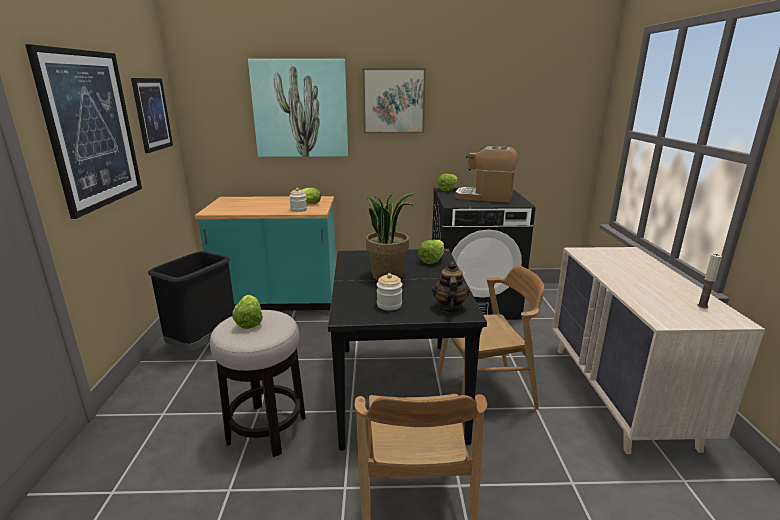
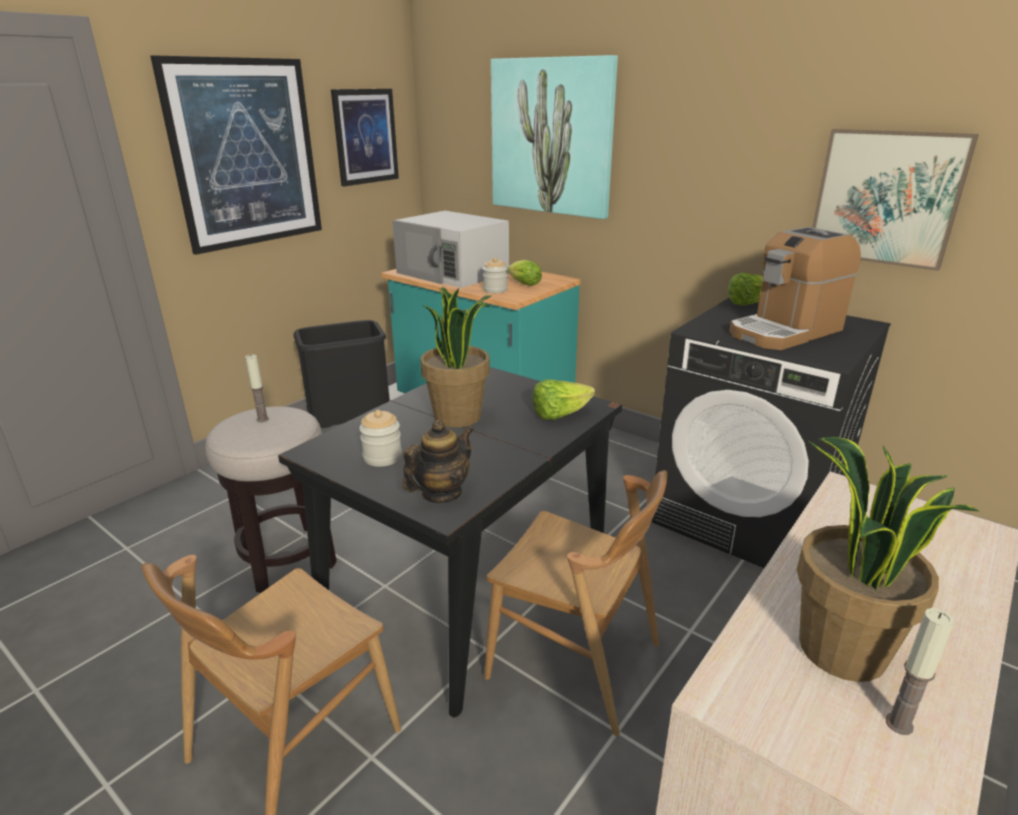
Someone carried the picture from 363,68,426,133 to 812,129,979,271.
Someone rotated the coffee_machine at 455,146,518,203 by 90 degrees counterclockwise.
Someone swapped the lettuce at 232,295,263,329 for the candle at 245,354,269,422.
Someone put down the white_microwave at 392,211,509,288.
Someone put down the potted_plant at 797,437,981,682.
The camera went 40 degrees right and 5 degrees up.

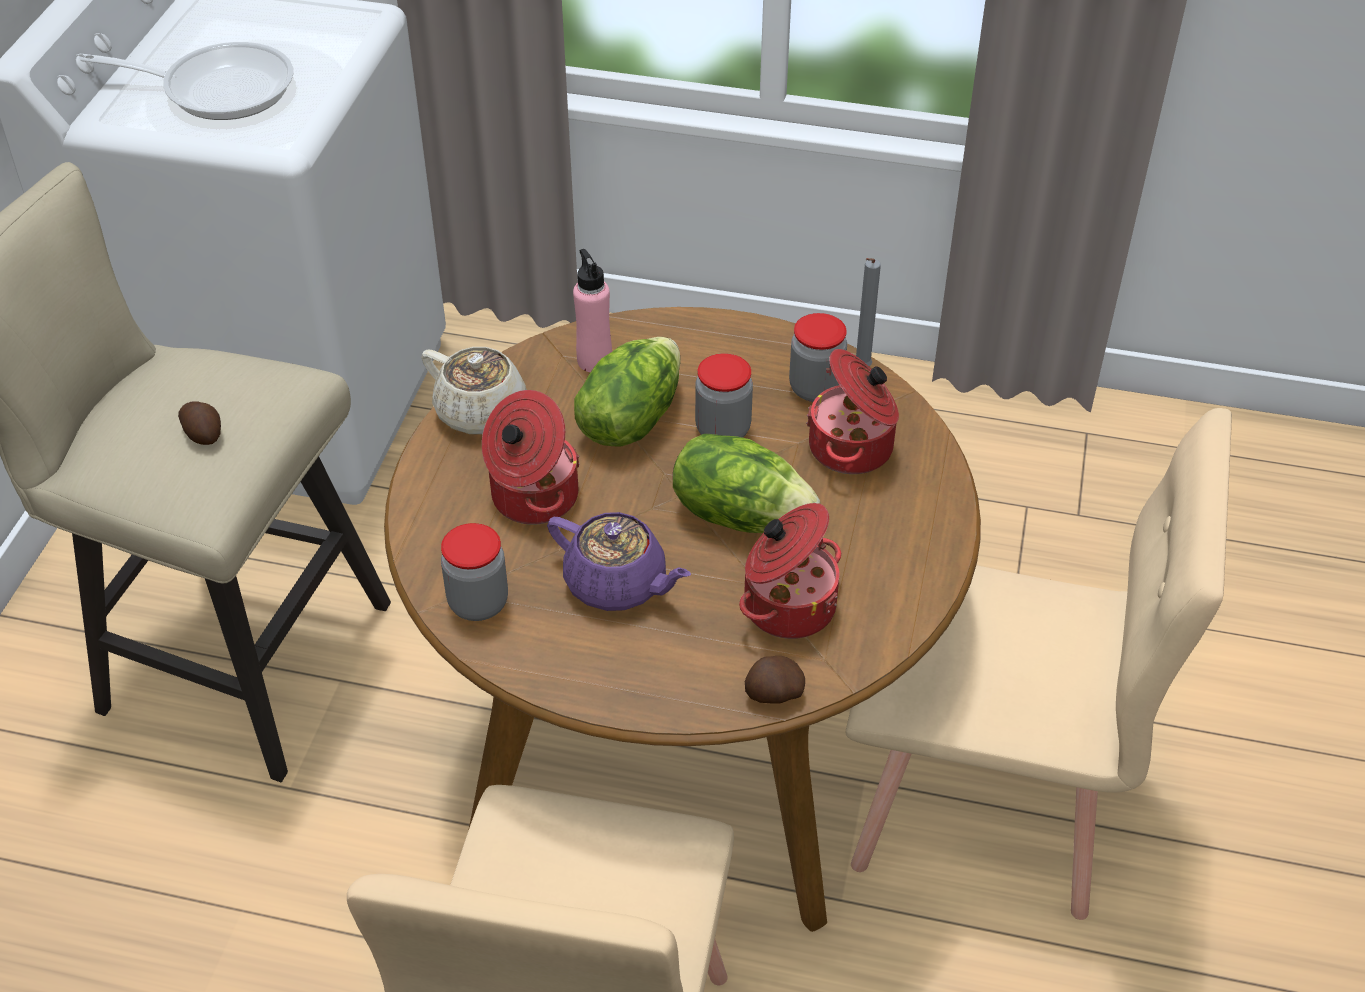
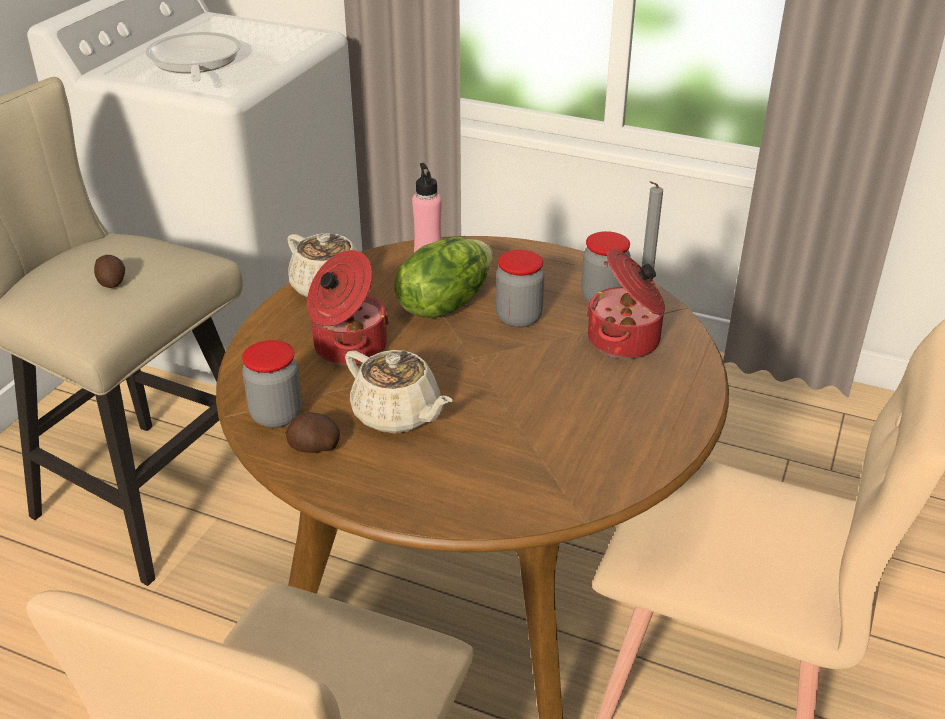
Someone rotated the frying_pan at 77,42,294,120 by 120 degrees counterclockwise.
Someone took away the lettuce at 673,434,820,533.
Someone took away the cooking_pot at 739,503,841,639.
Someone repainted the purple_teapot at 547,512,691,611, which became the beige_teapot at 345,350,453,433.
Someone carried the potato from 745,656,805,704 to 286,412,340,453.
The camera went 10 degrees right and 10 degrees down.

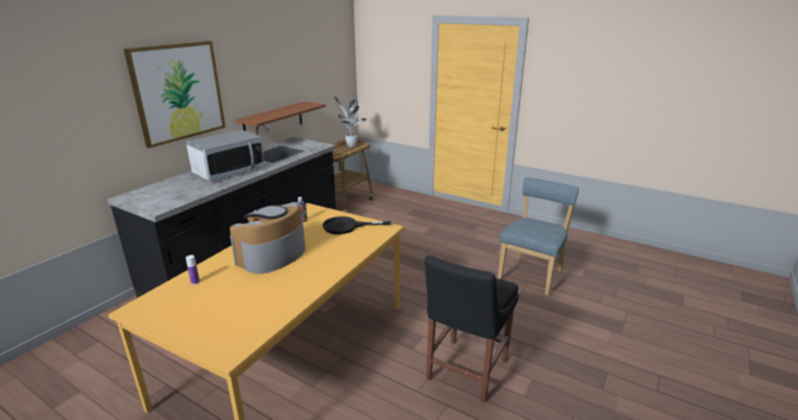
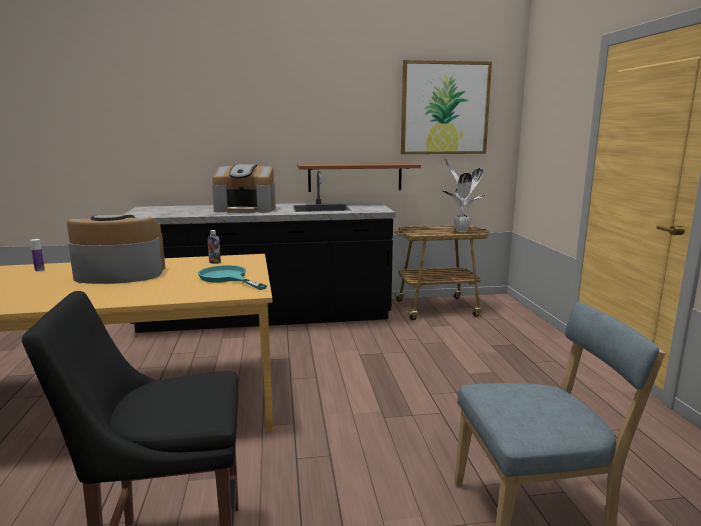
Someone carried the picture from 124,41,226,148 to 401,60,492,154.
Someone swapped the microwave at 186,130,265,182 for the coffee_machine at 212,164,276,213.
Someone repainted the black_frying_pan at 322,216,391,235, which became the turquoise_frying_pan at 198,265,267,290.
The camera went 50 degrees right and 10 degrees down.

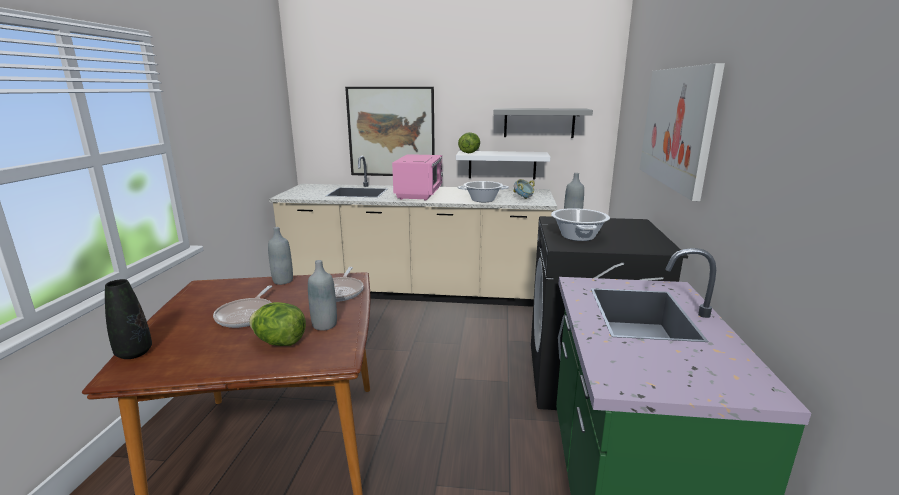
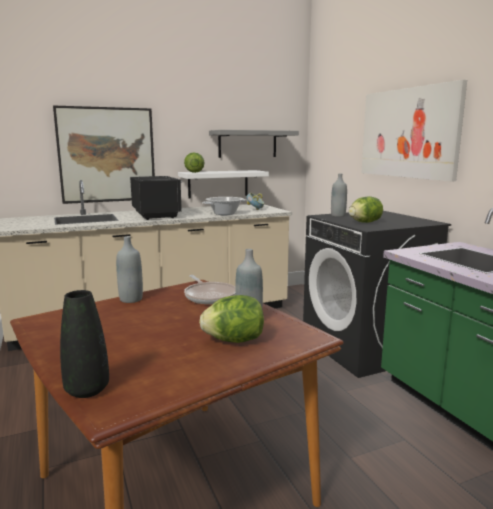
Someone repainted the pink_microwave at 392,154,443,200, which became the black_microwave at 130,176,182,220.
Someone swapped the cooking_pot at 551,208,610,241 for the lettuce at 349,196,383,223.
Someone took away the frying_pan at 213,285,272,328.
The camera went 30 degrees left and 5 degrees down.

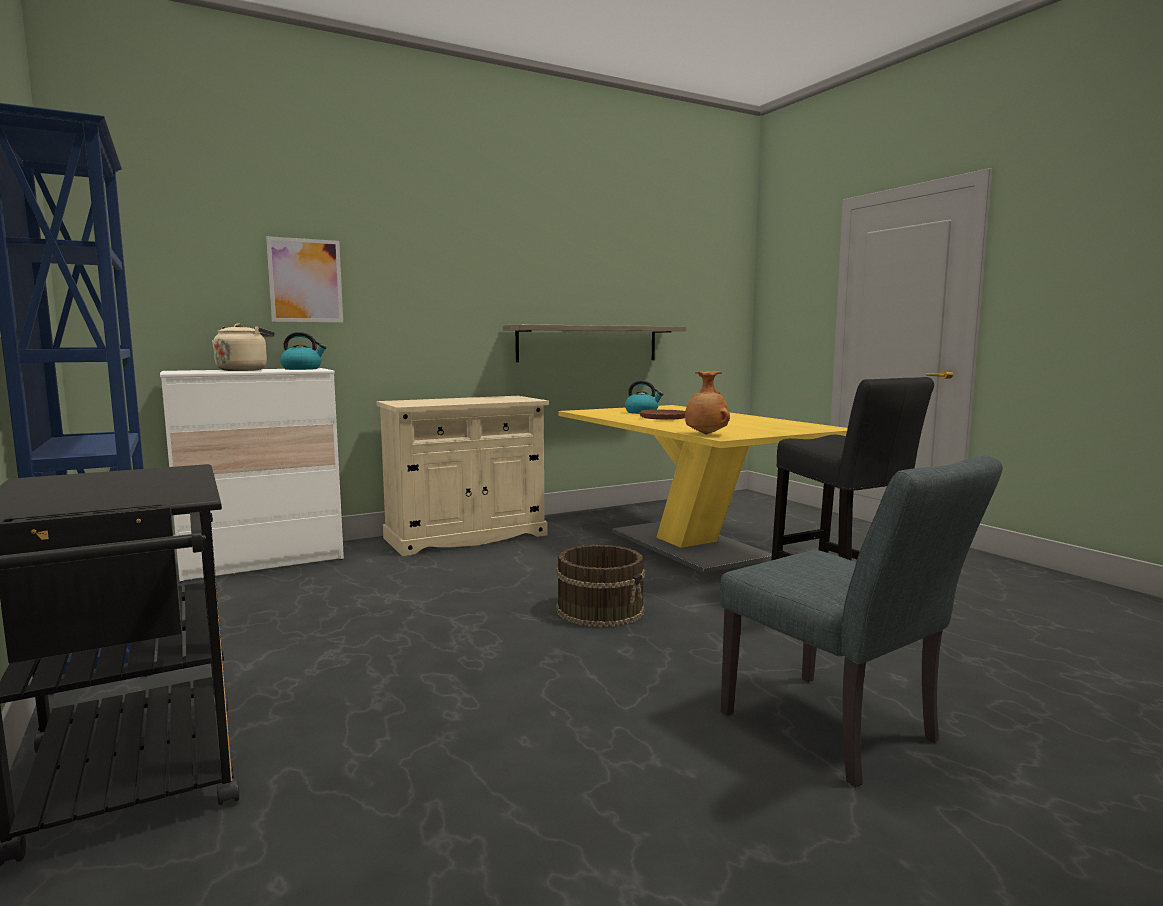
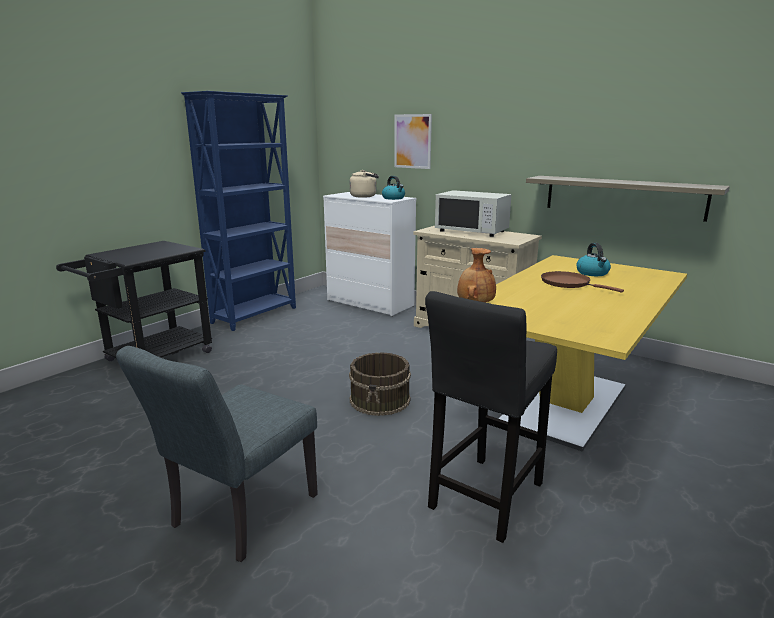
Someone put down the white_microwave at 435,190,512,237.
The camera went 65 degrees right and 10 degrees up.

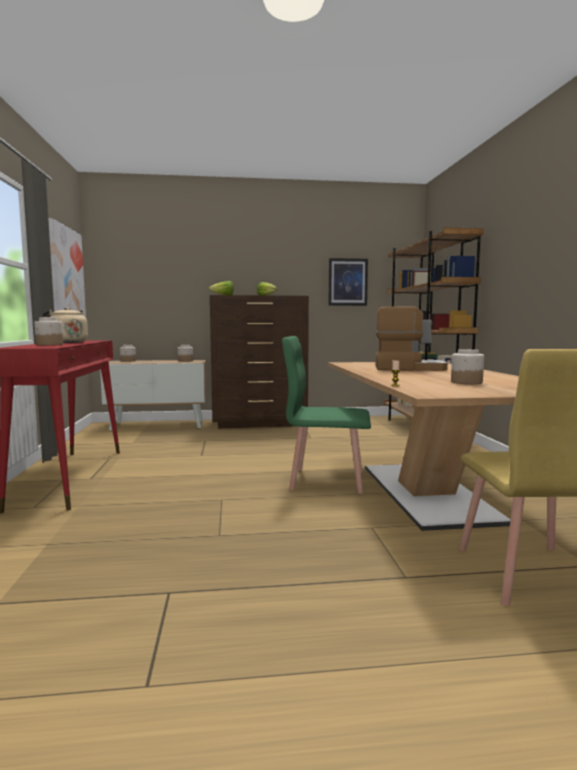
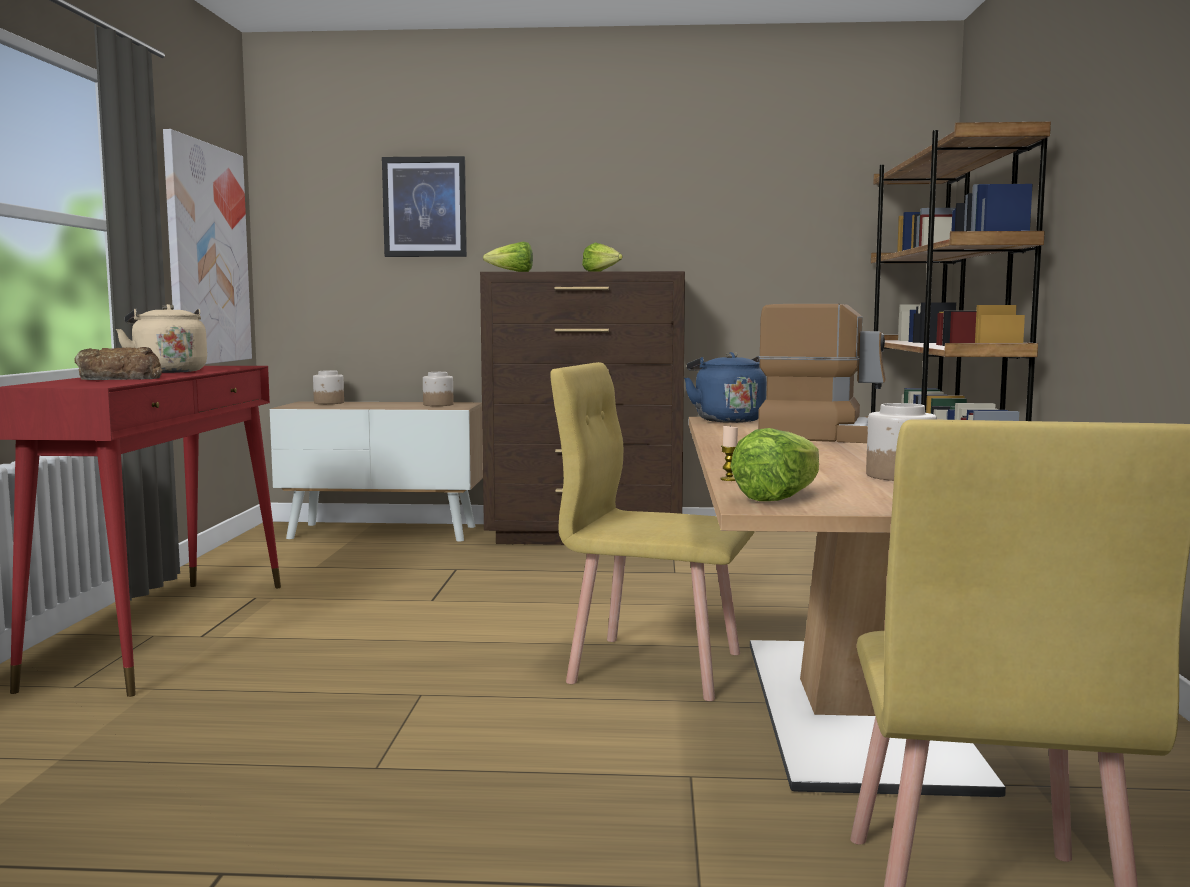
Someone carried the picture from 328,258,368,306 to 382,156,467,257.
Someone swapped the jar at 34,318,63,345 for the bread at 74,347,162,380.
Someone repainted the green_chair at 282,336,371,494, which became the yellow_chair at 550,362,755,701.
Someone put down the blue_kettle at 684,352,766,423.
Someone put down the lettuce at 730,428,819,501.
The camera went 10 degrees right and 0 degrees up.

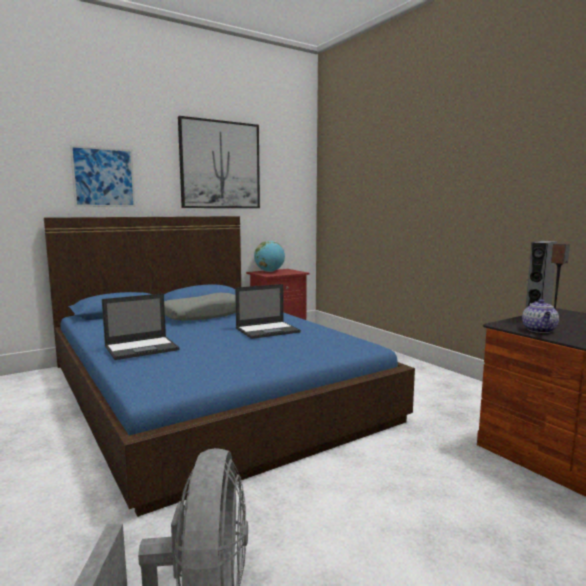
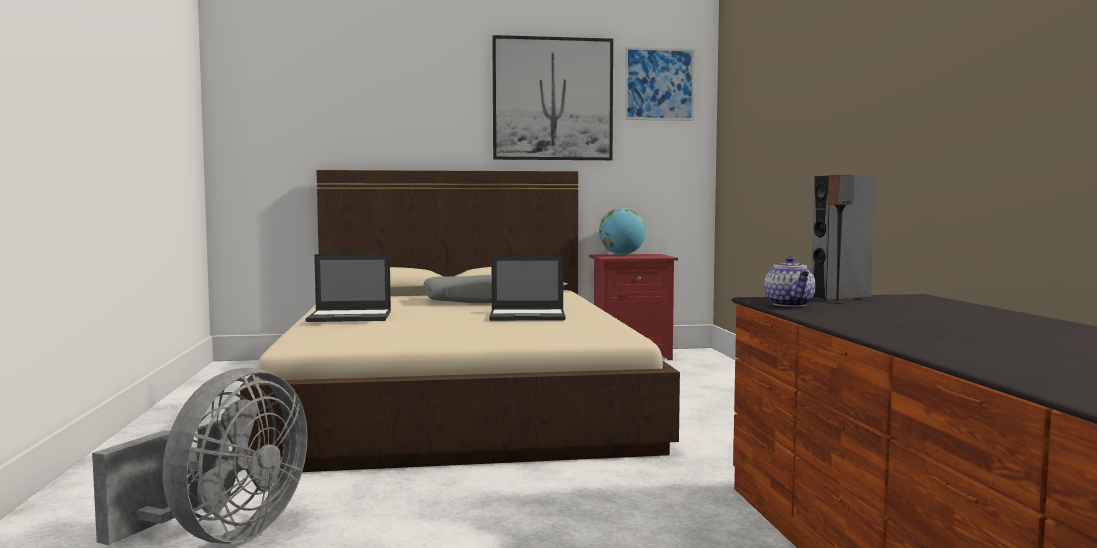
Someone carried the picture from 70,145,135,207 to 625,47,695,121.
Someone repainted the blue_bed at 44,216,415,517, which became the beige_bed at 240,170,680,472.
Someone rotated the teapot at 522,299,559,333 by 45 degrees counterclockwise.
The camera went 25 degrees right and 5 degrees down.

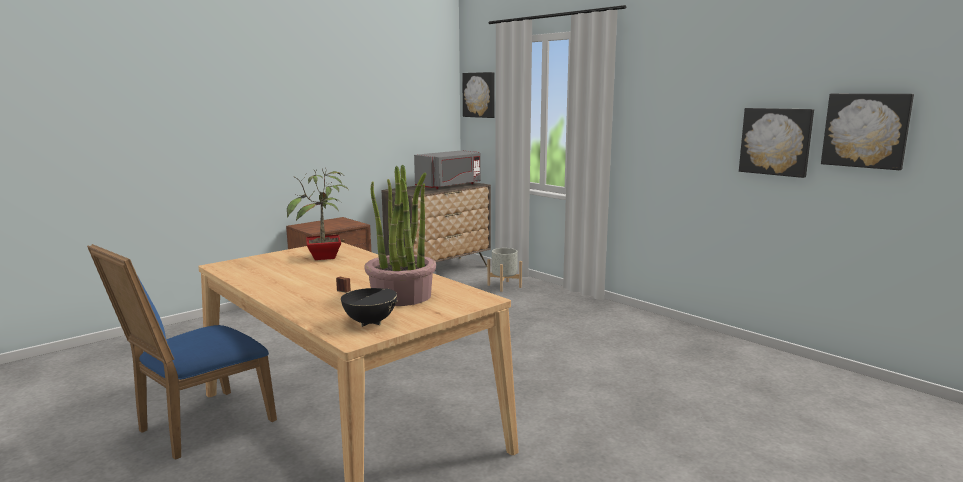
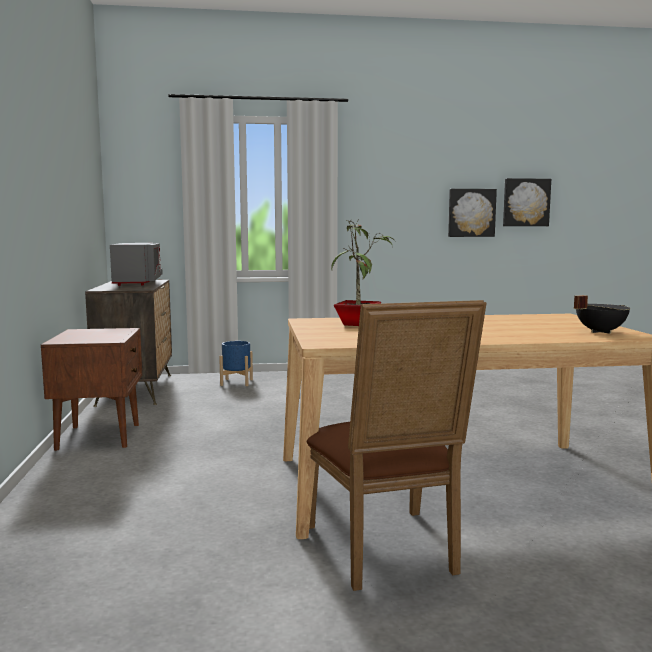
Someone took away the picture at 462,72,495,118.
Someone took away the potted_plant at 364,165,436,306.
Someone repainted the blue_chair at 87,244,277,460, which became the brown_chair at 307,300,487,591.
Someone repainted the grey_planter at 487,248,522,292, which became the blue_planter at 219,341,253,386.
The camera went 55 degrees left and 5 degrees down.

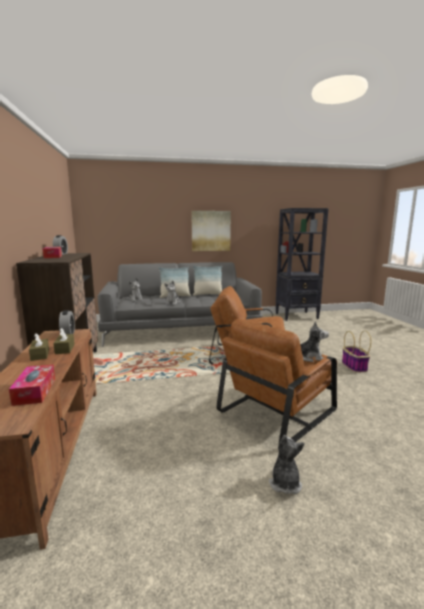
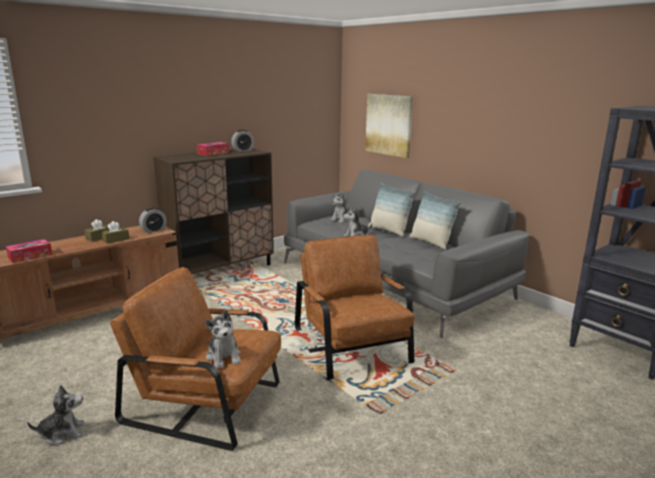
Someone carried the picture from 191,211,231,251 to 365,94,413,158.
Someone took away the basket at 342,330,371,373.
The camera went 60 degrees right and 5 degrees up.

